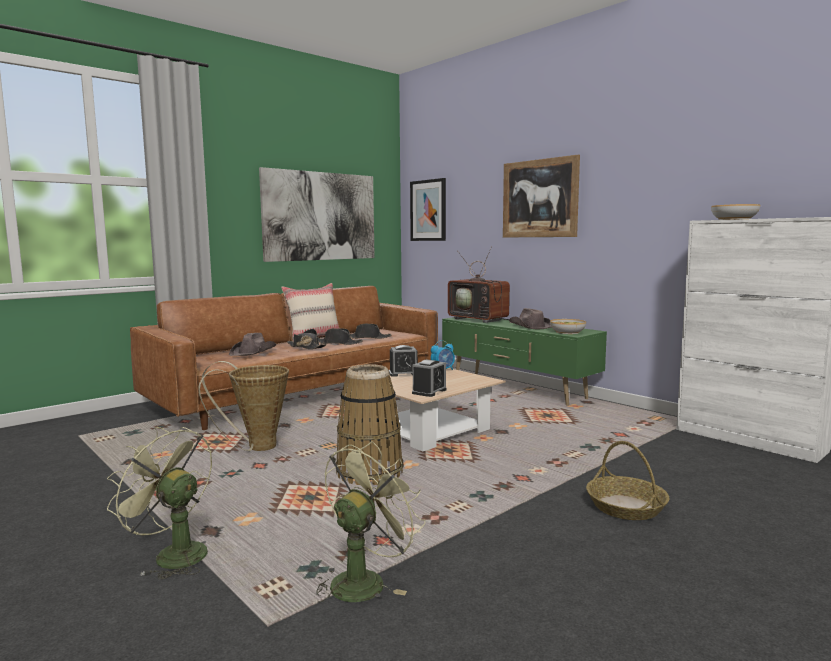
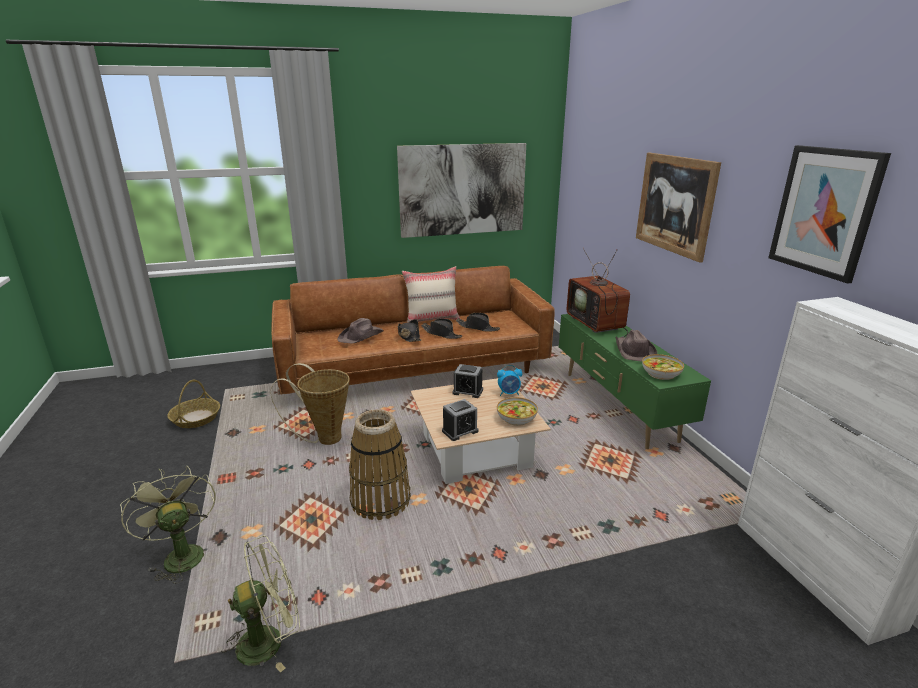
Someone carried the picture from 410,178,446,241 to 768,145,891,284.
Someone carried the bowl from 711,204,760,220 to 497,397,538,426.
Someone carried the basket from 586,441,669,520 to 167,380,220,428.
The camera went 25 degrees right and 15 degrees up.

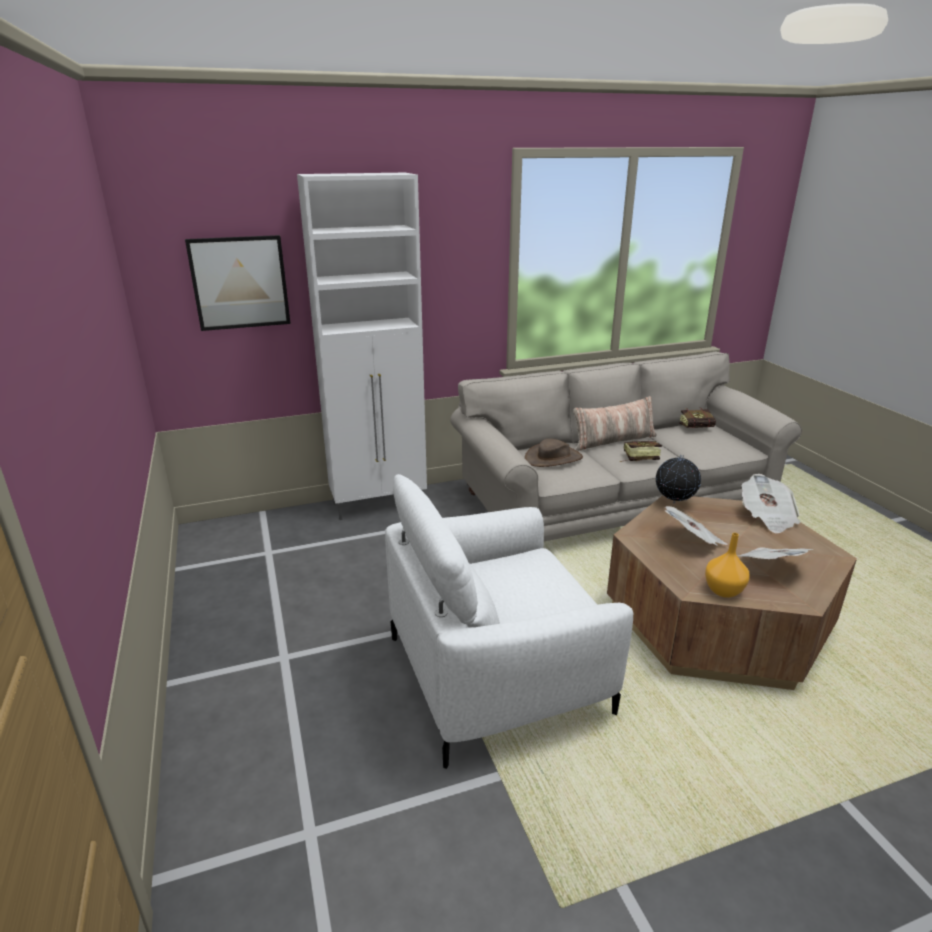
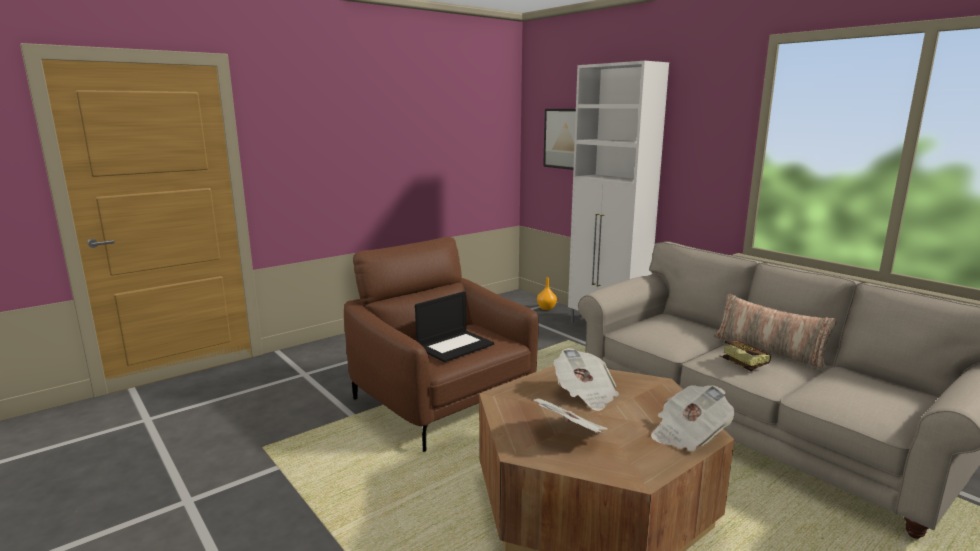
Someone took away the book at 679,408,716,428.
Someone took away the brown_hat at 525,439,583,467.
Someone took away the globe at 656,454,701,504.
Someone repainted the white_armchair at 385,474,633,769, which became the brown_armchair at 344,237,539,452.
Someone carried the orange_vase from 705,533,750,598 to 537,277,557,310.
Someone put down the laptop at 415,291,494,362.
The camera went 70 degrees right and 10 degrees down.

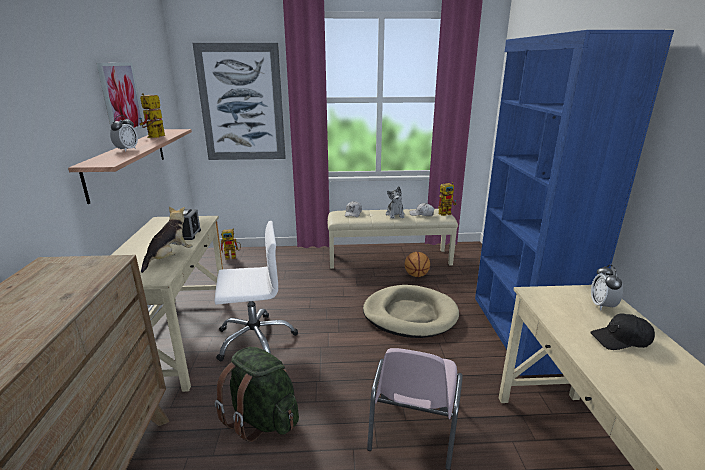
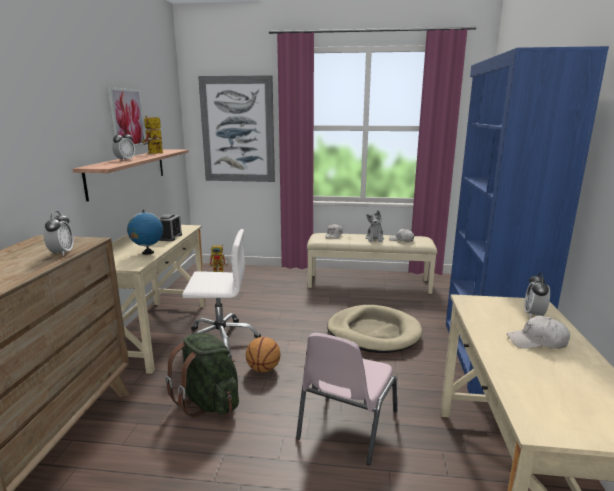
Someone took away the toy_robot at 438,182,457,216.
Someone swapped the plush_toy at 141,207,193,273 for the globe at 127,210,163,255.
Someone carried the basketball from 405,252,430,277 to 246,337,280,373.
Someone repainted the black_cap at 590,314,655,350, which became the white_cap at 507,316,570,349.
Someone put down the alarm_clock at 43,211,74,256.
The camera went 10 degrees right and 5 degrees down.

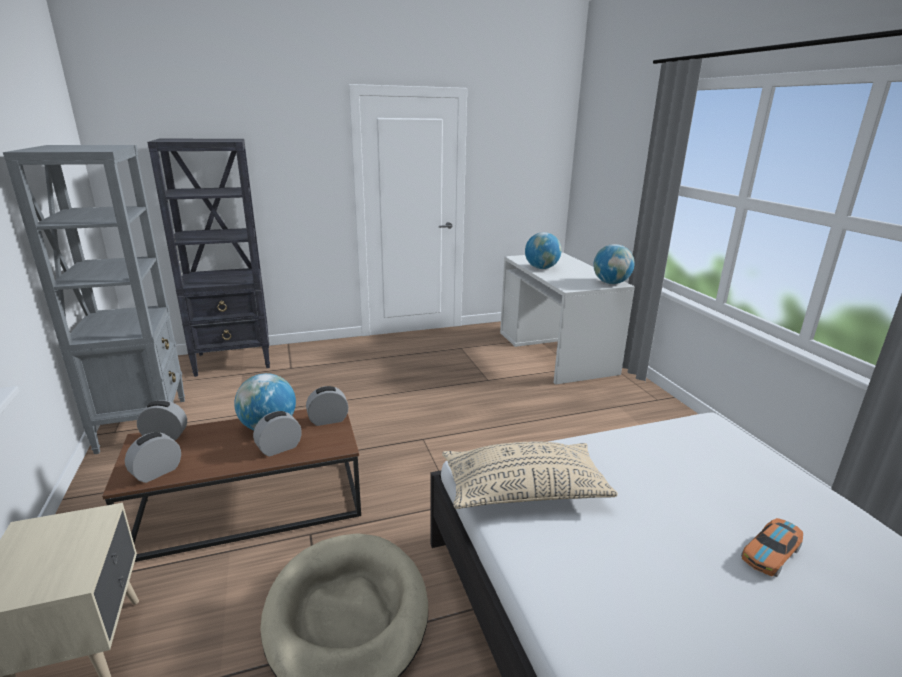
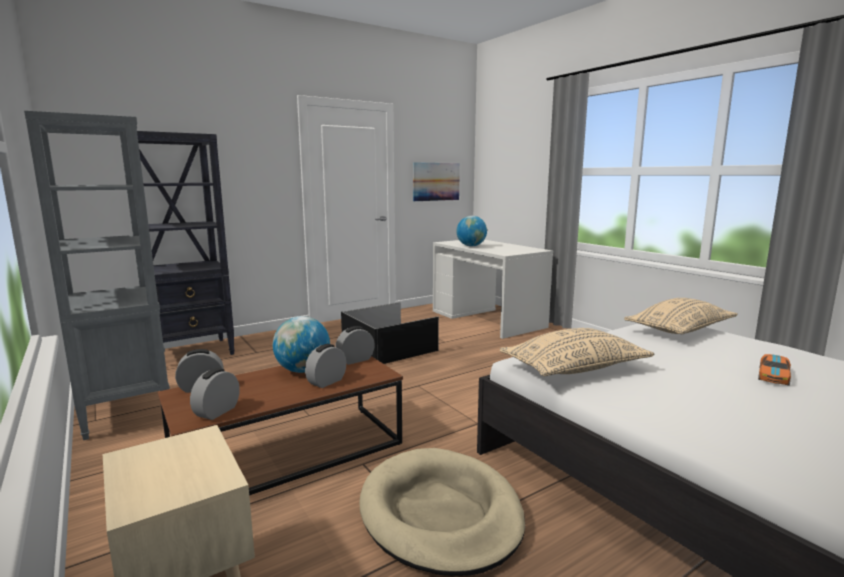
Someone took away the globe at 593,244,635,284.
Someone put up the picture at 413,162,460,201.
Someone put down the beige_pillow at 624,298,738,334.
Someone put down the black_storage_box at 341,302,439,364.
The camera went 15 degrees left and 10 degrees down.

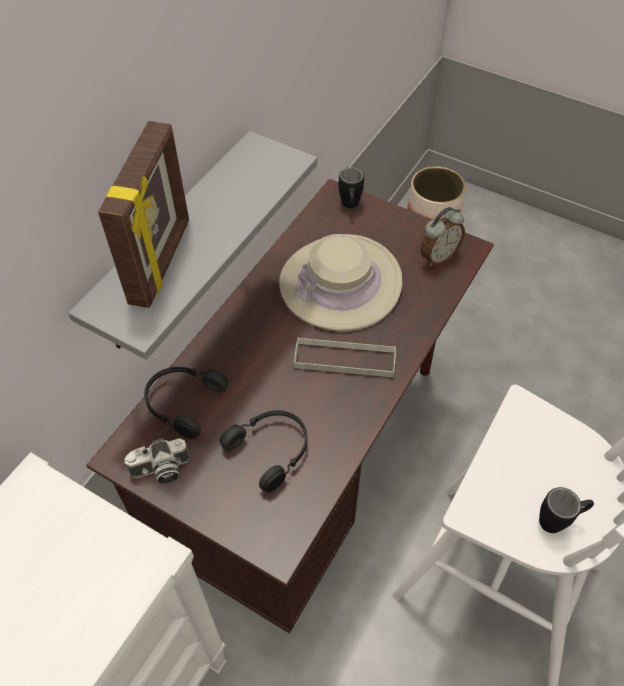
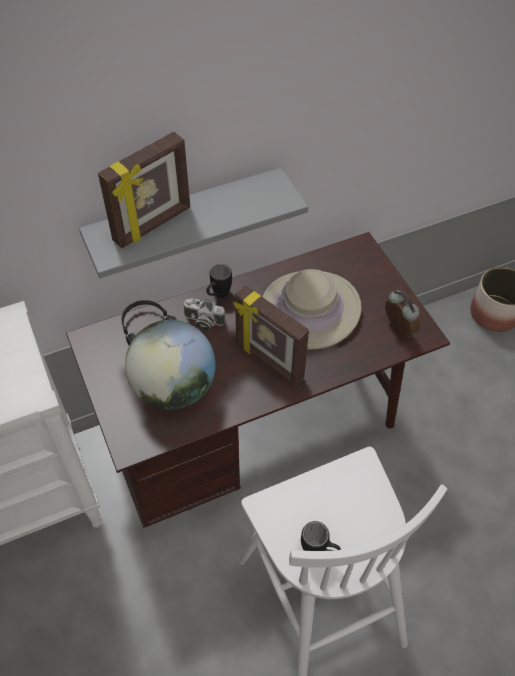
Someone carried the black_mug from 338,167,364,208 to 207,264,232,298.
Someone rotated the alarm_clock at 420,207,465,267 by 120 degrees counterclockwise.
Someone swapped the grey_tray at 294,337,396,377 for the picture_frame at 233,285,309,386.
Someone swapped the black_headphones at 220,410,307,493 for the globe at 125,320,216,410.
Someone carried the photo_camera from 124,438,190,483 to 183,299,225,331.
The camera went 35 degrees right and 0 degrees up.

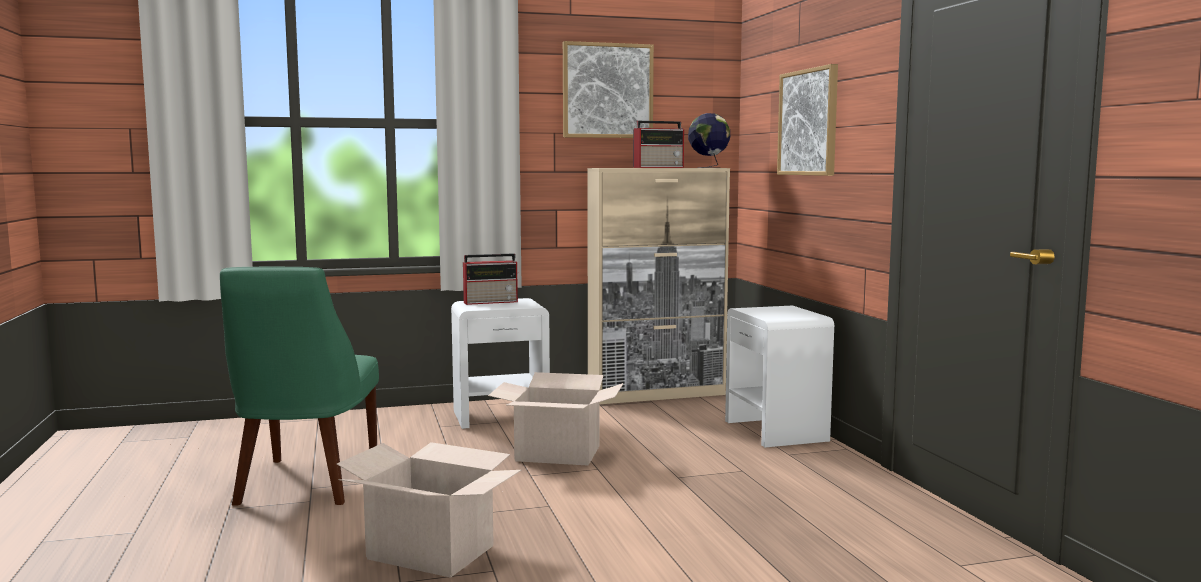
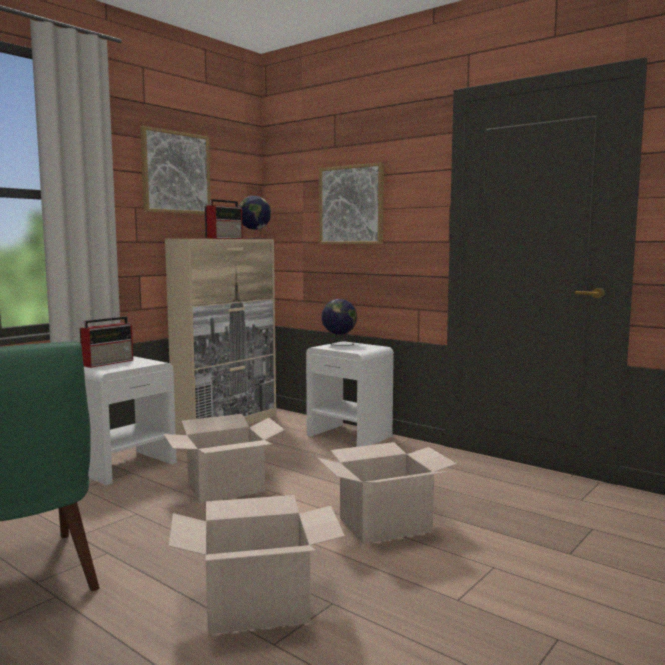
Someone put down the globe at 321,299,357,346.
Someone put down the cardboard_box at 317,442,457,544.
The camera went 35 degrees left and 0 degrees up.

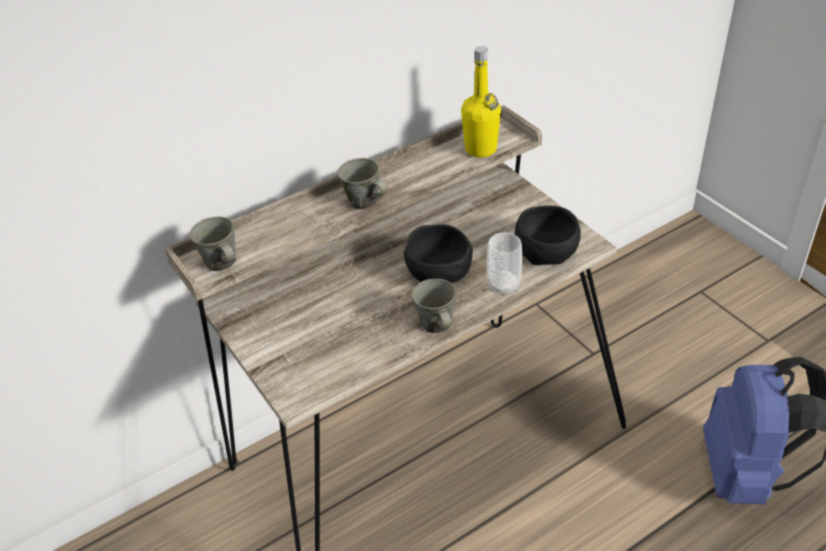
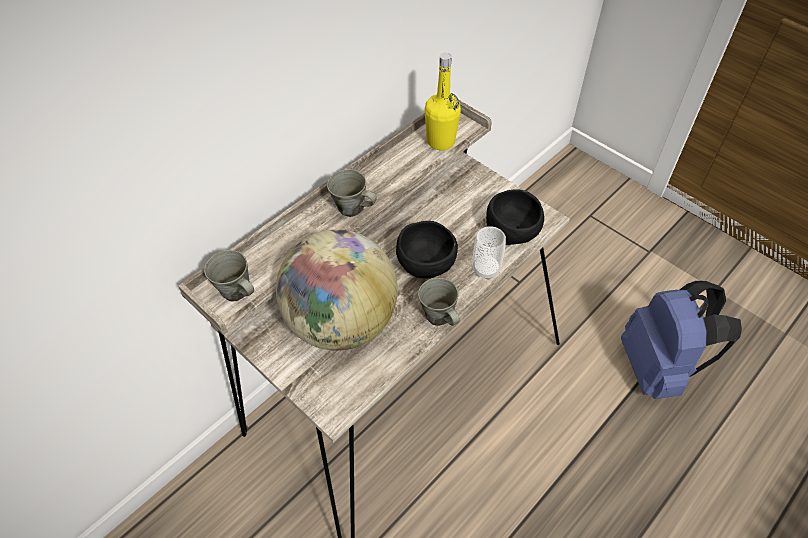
Someone put down the globe at 276,229,398,351.
The camera went 15 degrees left and 10 degrees up.

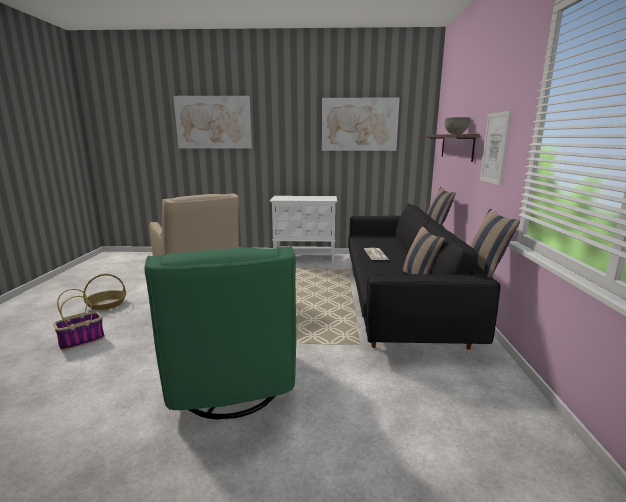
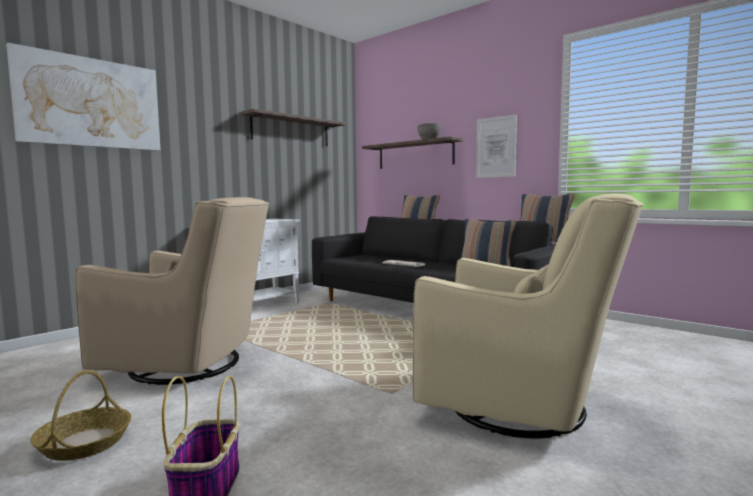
Someone swapped the picture at 322,98,400,151 for the shelf at 241,109,346,146.
Someone repainted the green_armchair at 144,246,296,420, which became the beige_armchair at 412,193,644,439.
The camera went 50 degrees left and 10 degrees down.

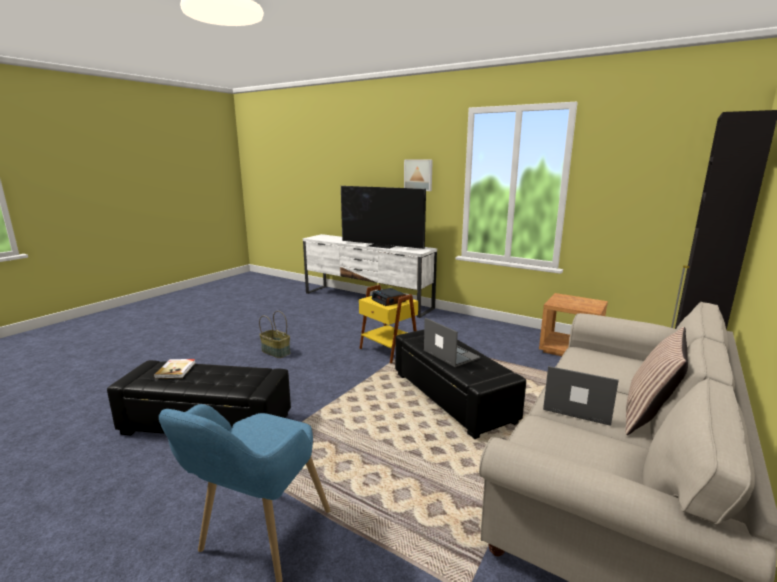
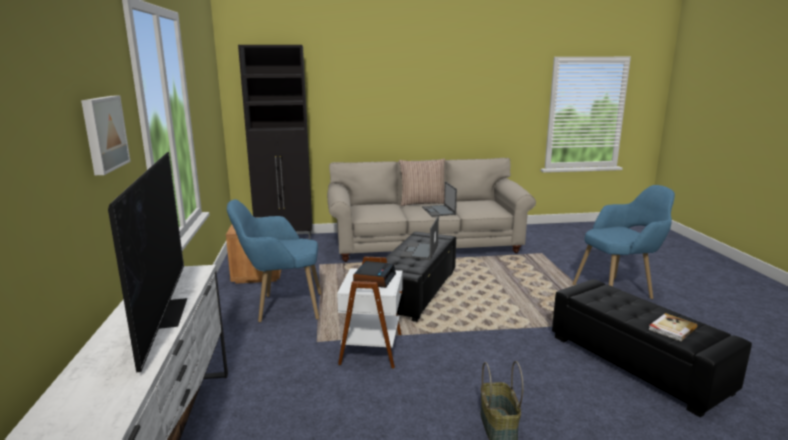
Someone repainted the yellow_side_table at 359,285,418,363, which became the white_side_table at 337,257,403,369.
Someone put down the blue_armchair at 227,199,322,323.
The camera went 130 degrees left and 0 degrees up.

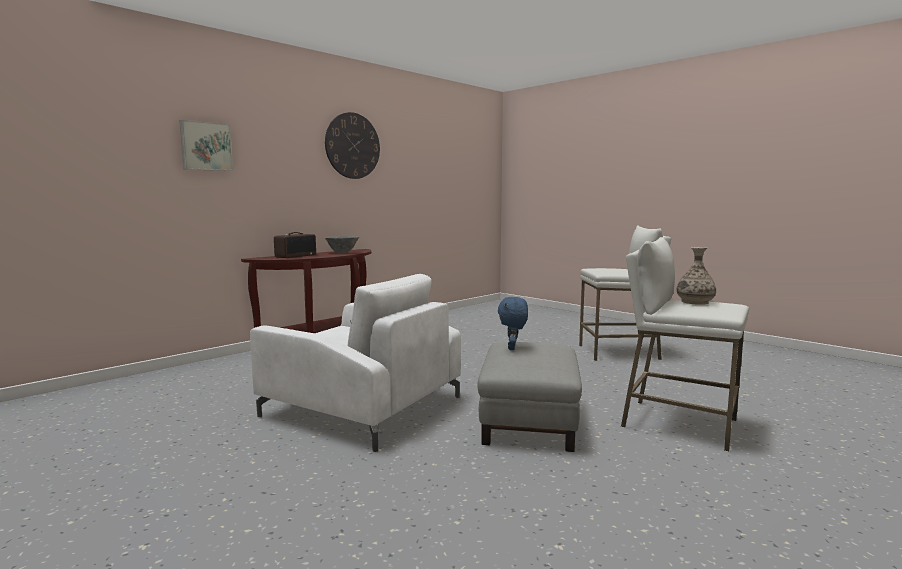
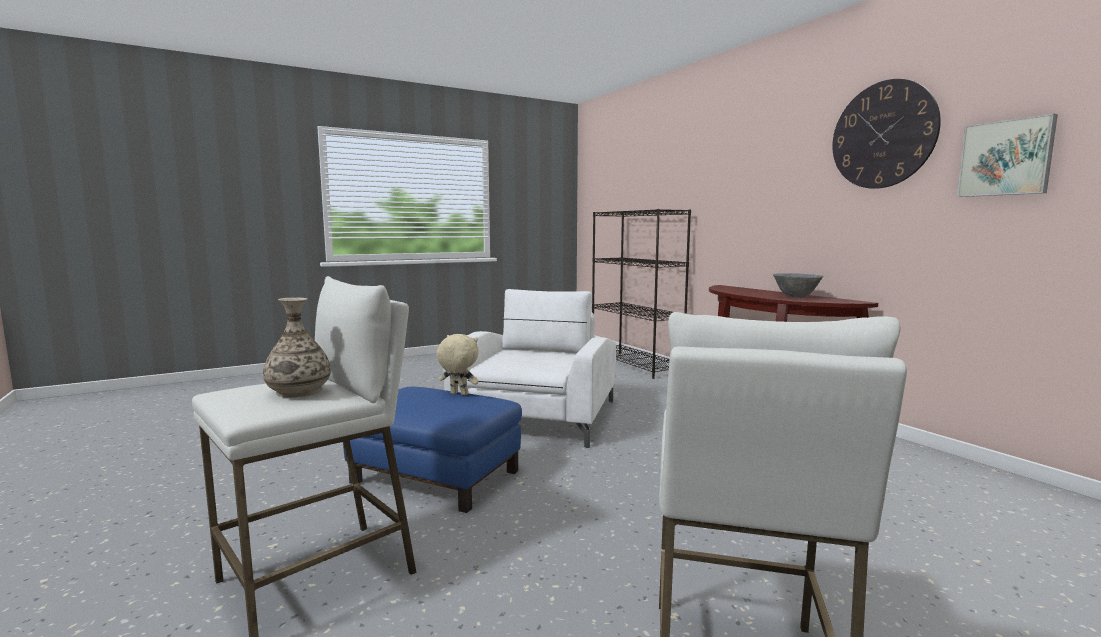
Someone carried the picture from 179,120,233,171 to 957,114,1058,197.
Someone took away the radio at 274,232,316,258.
Someone rotated the white_armchair at 250,274,461,452 by 150 degrees clockwise.
Someone repainted the blue_plush_toy at 498,297,528,350, which became the beige_plush_toy at 436,334,479,395.
Someone repainted the grey_ottoman at 477,342,582,452, which became the blue_ottoman at 343,387,522,513.
Someone put down the black_bookcase at 592,209,691,379.
The camera went 105 degrees right and 0 degrees up.

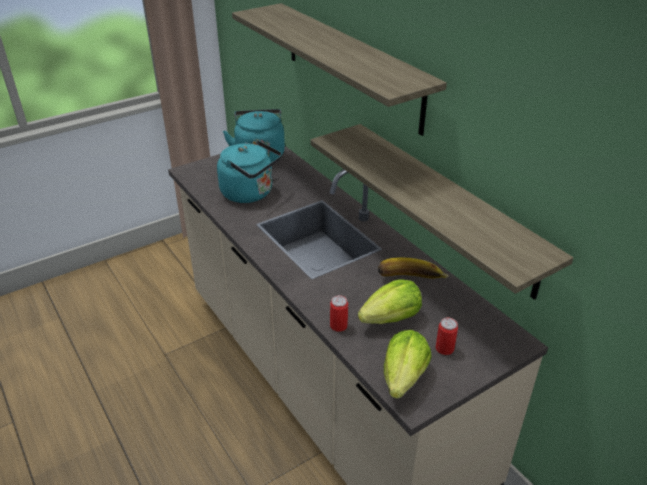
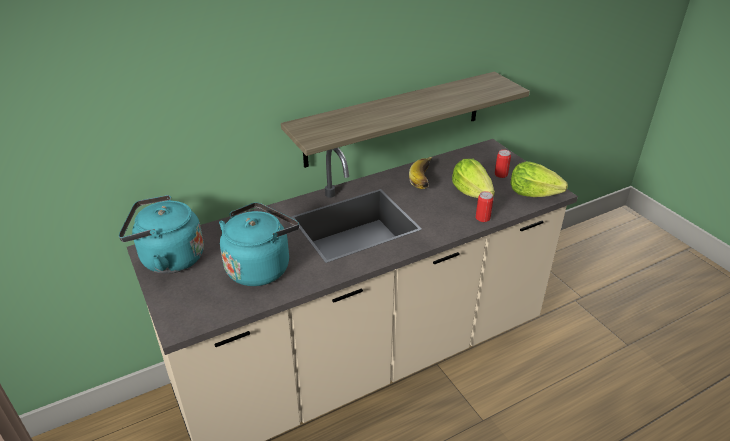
Someone took away the shelf at 232,3,447,136.
The camera went 85 degrees left and 0 degrees up.

